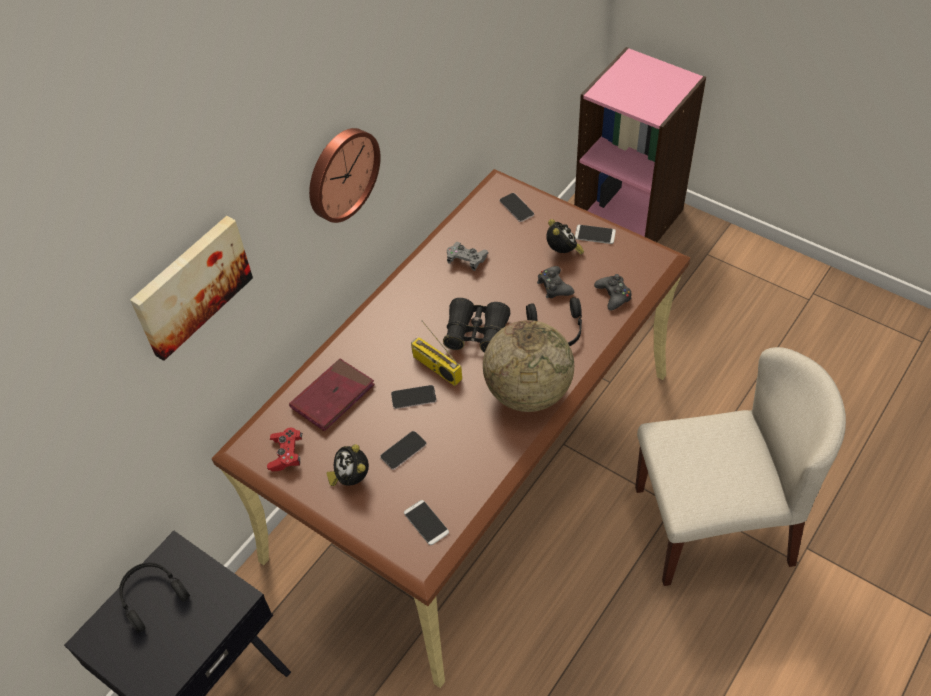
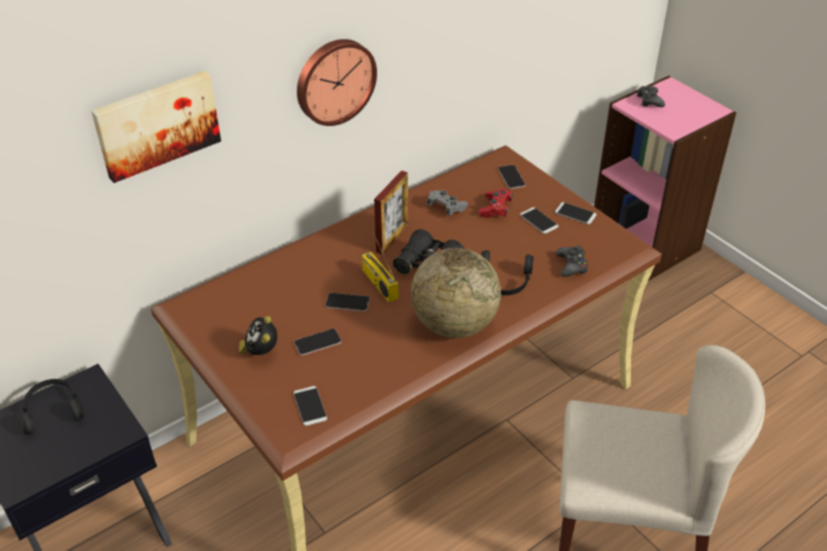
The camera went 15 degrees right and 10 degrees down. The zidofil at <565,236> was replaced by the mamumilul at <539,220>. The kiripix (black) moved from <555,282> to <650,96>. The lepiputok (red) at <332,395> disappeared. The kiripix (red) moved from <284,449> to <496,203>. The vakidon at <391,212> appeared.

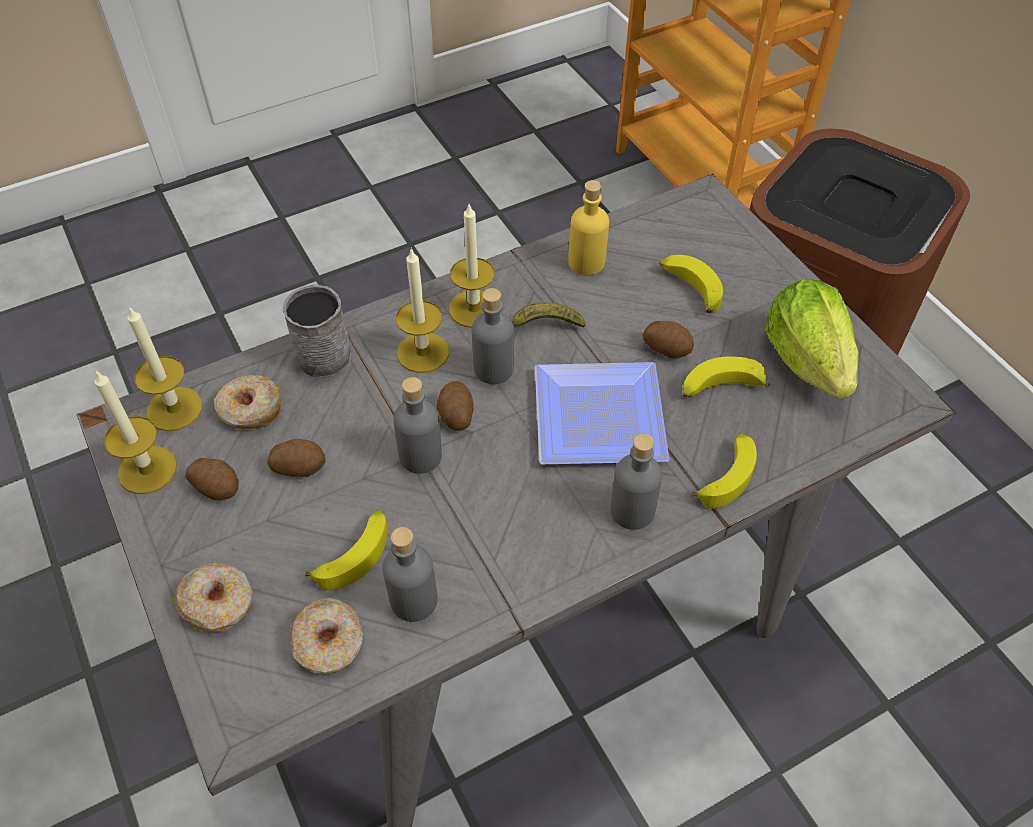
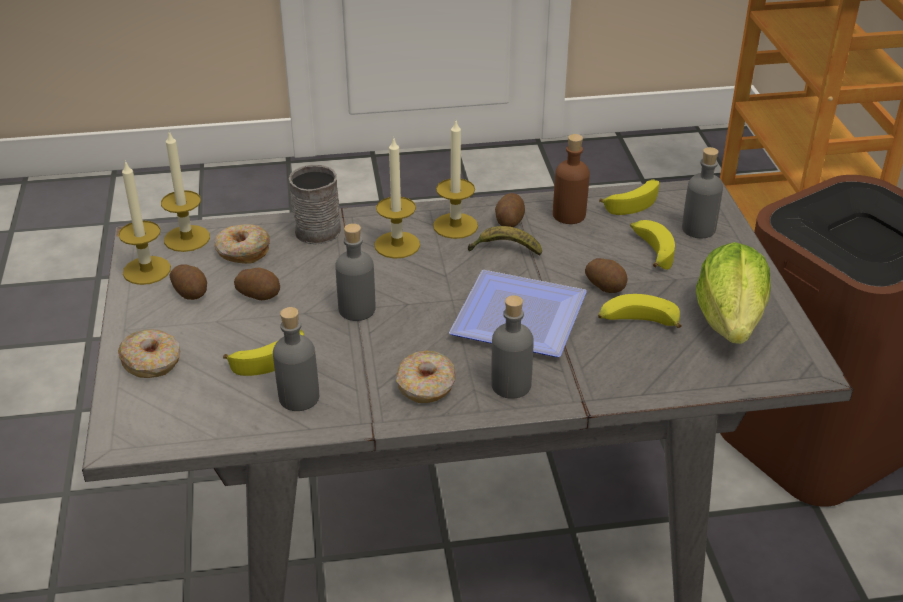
The camera went 20 degrees right and 15 degrees down. The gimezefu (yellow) at <588,227> became the gimezefu (brown) at <571,179>. The gimezefu (grey) moved from <493,336> to <702,192>. The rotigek moved from <455,406> to <510,210>. The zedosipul moved from <724,471> to <629,197>. The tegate moved from <326,636> to <426,377>.

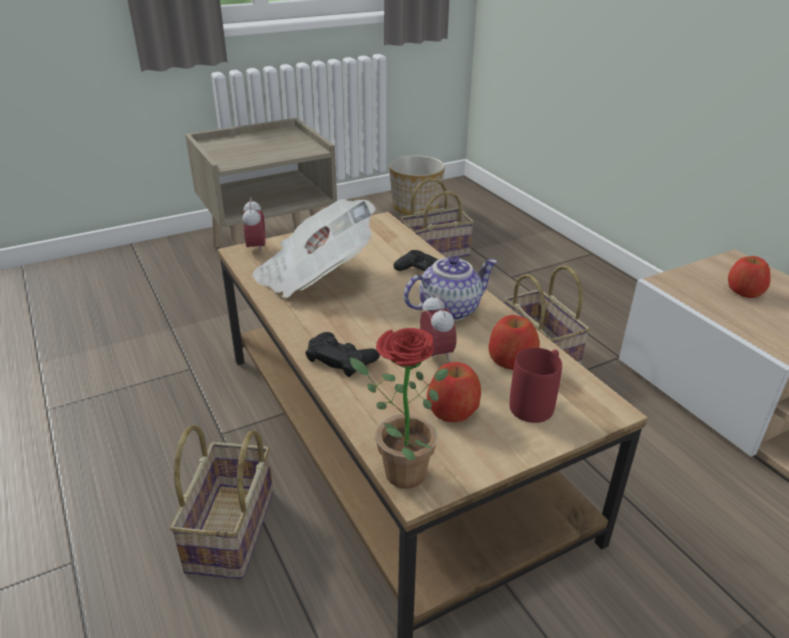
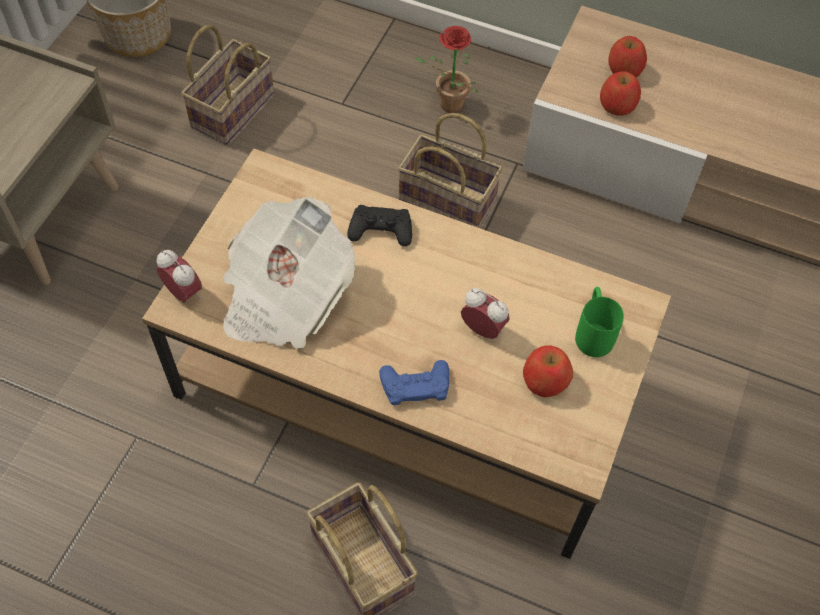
The camera went 40 degrees left and 25 degrees up. The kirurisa at <451,288> disappeared. The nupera moved from <514,342> to <620,93>. The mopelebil moved from <399,408> to <446,69>. The kiripix (black) at <342,354> became the kiripix (blue) at <414,382>. The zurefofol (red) at <535,385> became the zurefofol (green) at <599,322>.

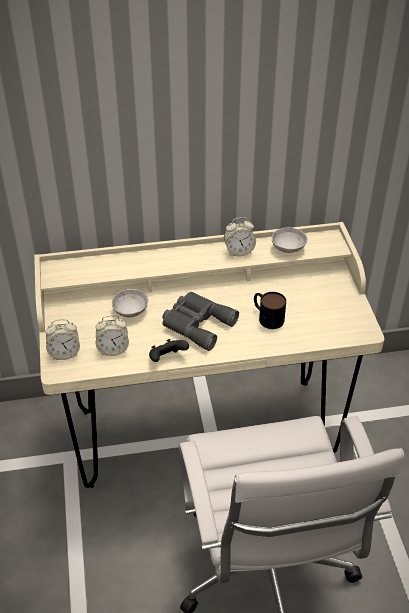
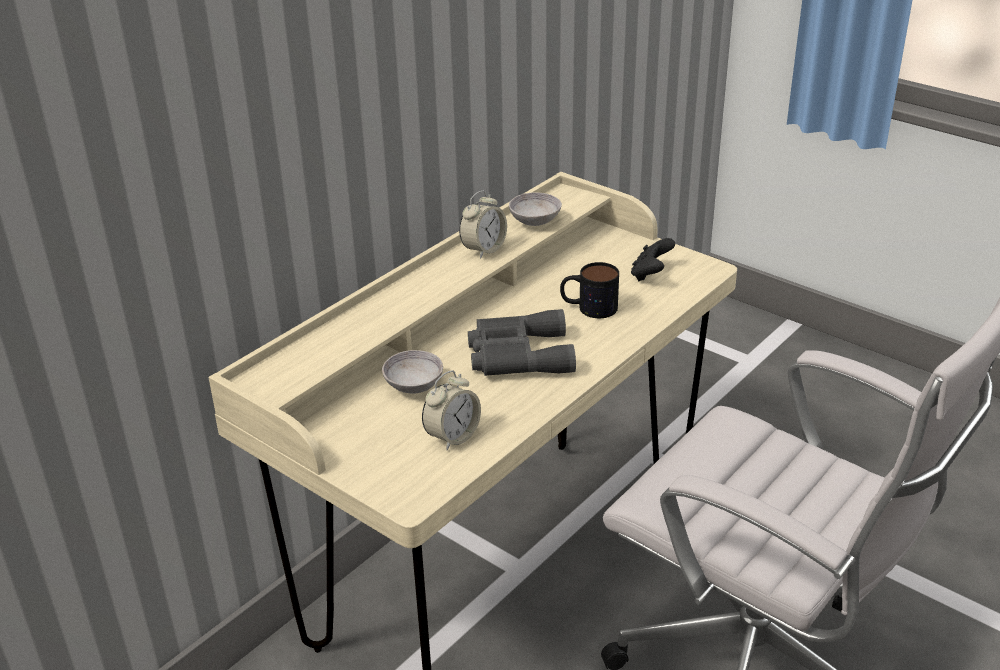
The camera went 40 degrees left and 10 degrees down. The zidofil at <62,339> disappeared. The kiripix (black) moved from <169,350> to <653,259>.

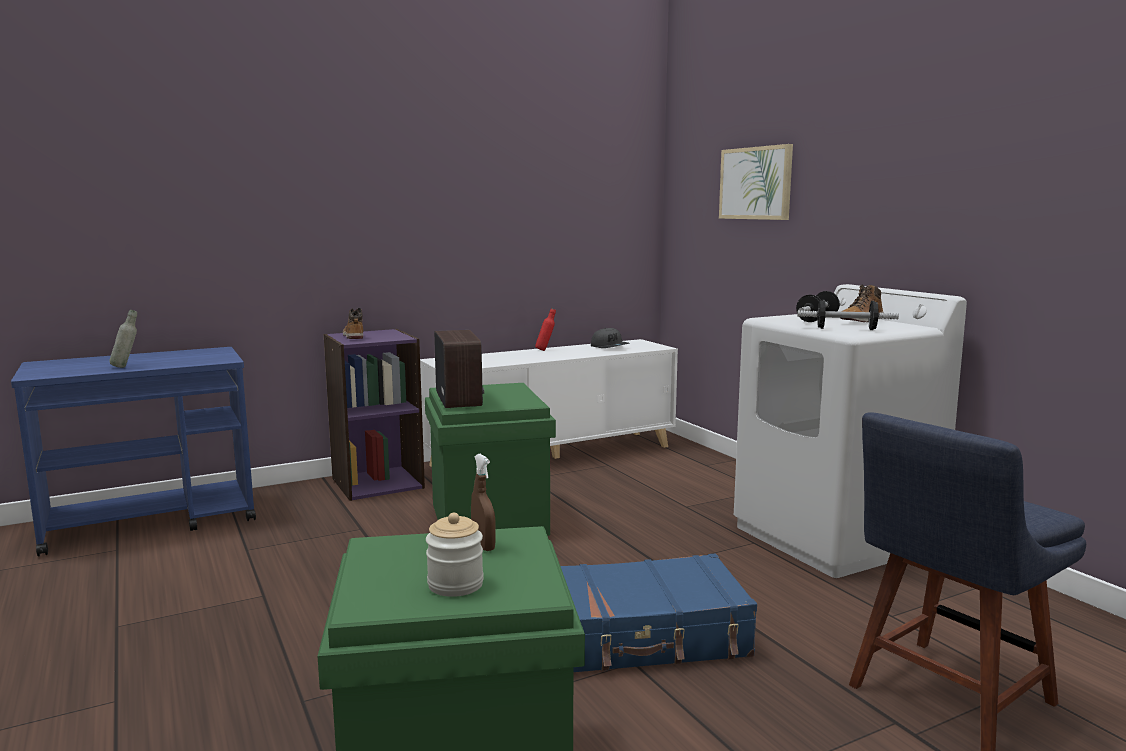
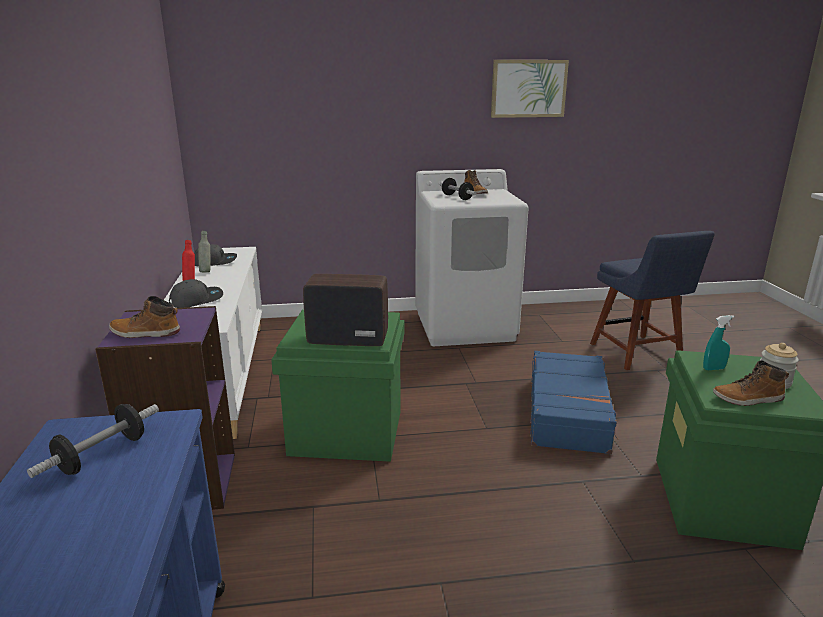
The camera went 70 degrees left and 10 degrees up. The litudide moved from <756,182> to <530,89>. The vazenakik moved from <848,315> to <93,441>. The gimezefu (grey) moved from <123,339> to <204,252>. The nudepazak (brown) at <483,502> became the nudepazak (turquoise) at <718,342>. The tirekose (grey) at <196,293> appeared. The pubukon at <751,383> appeared.

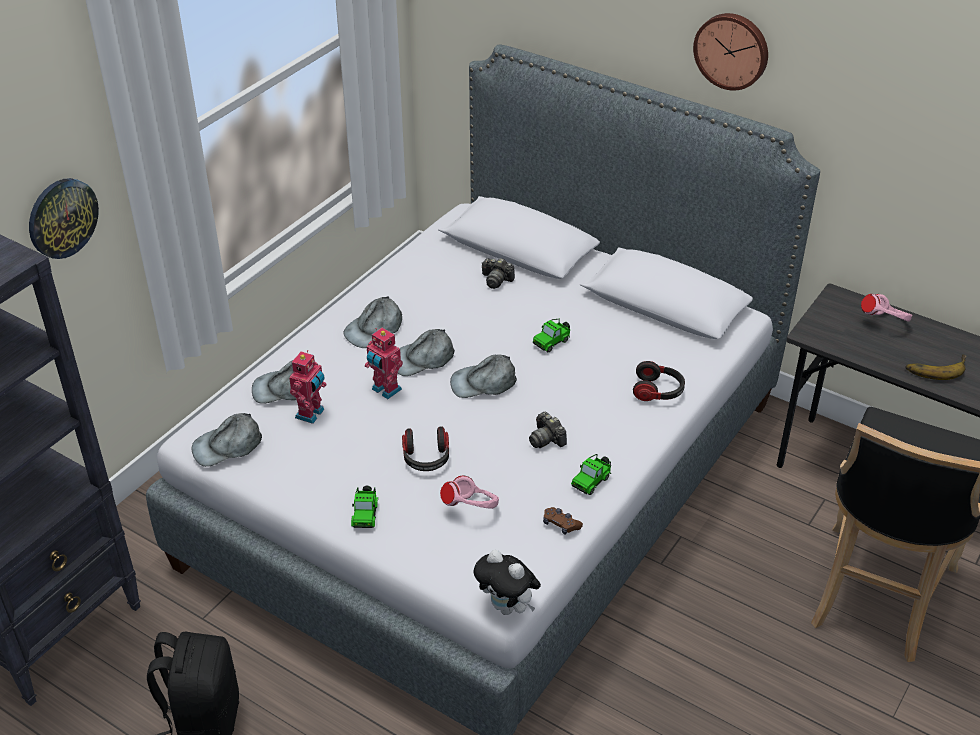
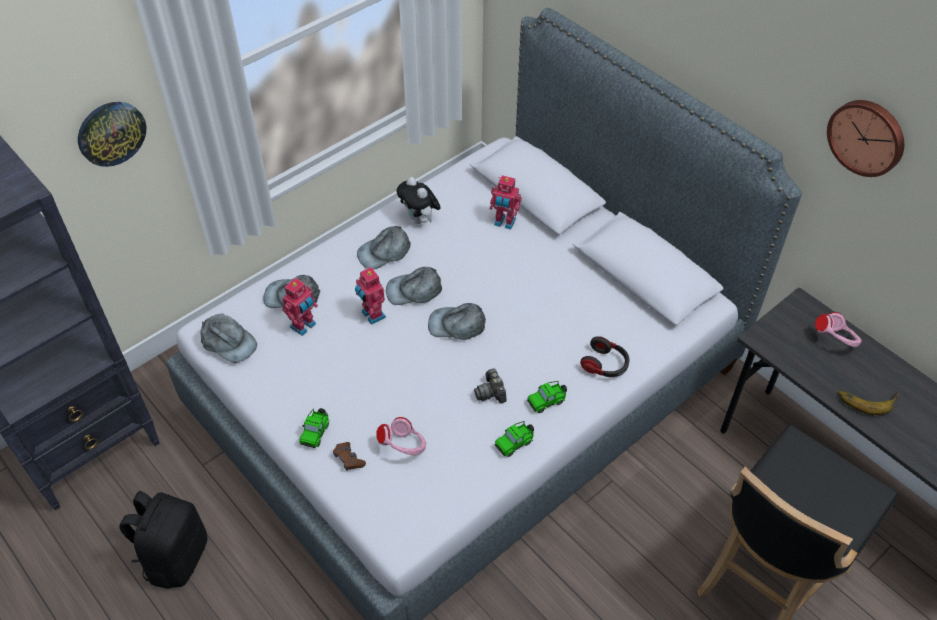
The camera went 15 degrees right and 10 degrees up. The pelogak moved from <730,52> to <865,138>. The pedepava at <498,273> was replaced by the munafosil at <506,202>. The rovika moved from <551,335> to <547,397>. The tirekose (grey) at <226,440> turned 135 degrees counterclockwise. The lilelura at <425,448> disappeared. The kiripix (brown) moved from <563,521> to <349,456>. The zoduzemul moved from <507,582> to <419,200>.

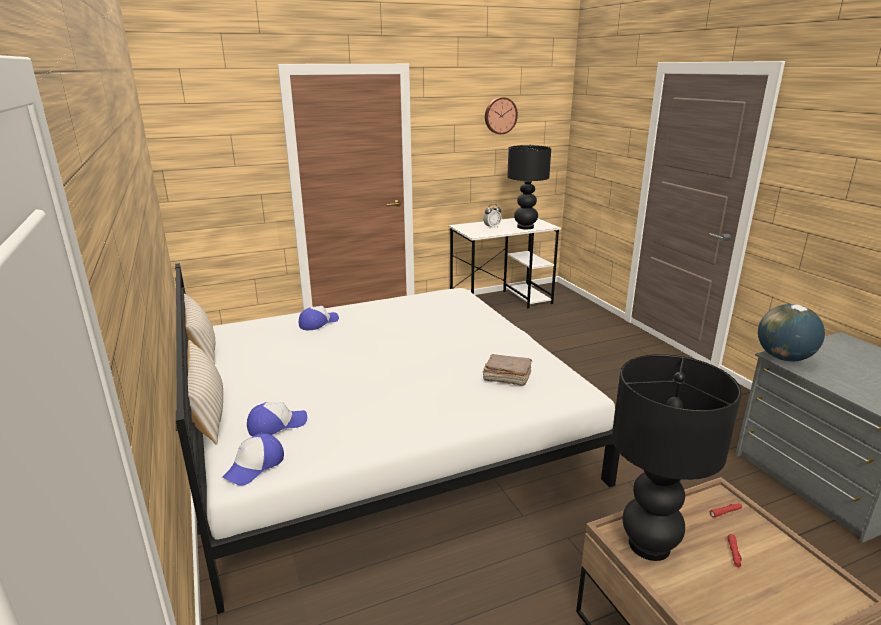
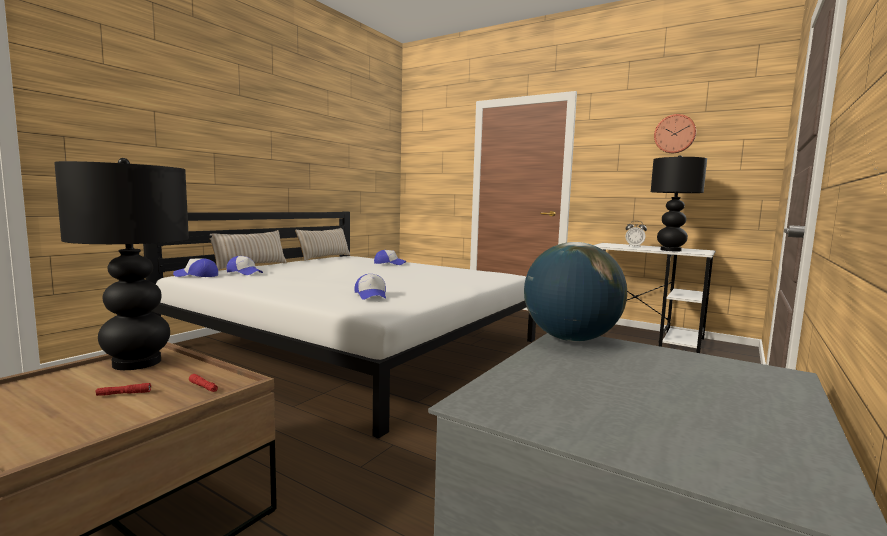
The camera went 55 degrees right and 15 degrees down. The lepiputok (brown) at <507,370> was replaced by the tirekose at <370,287>.

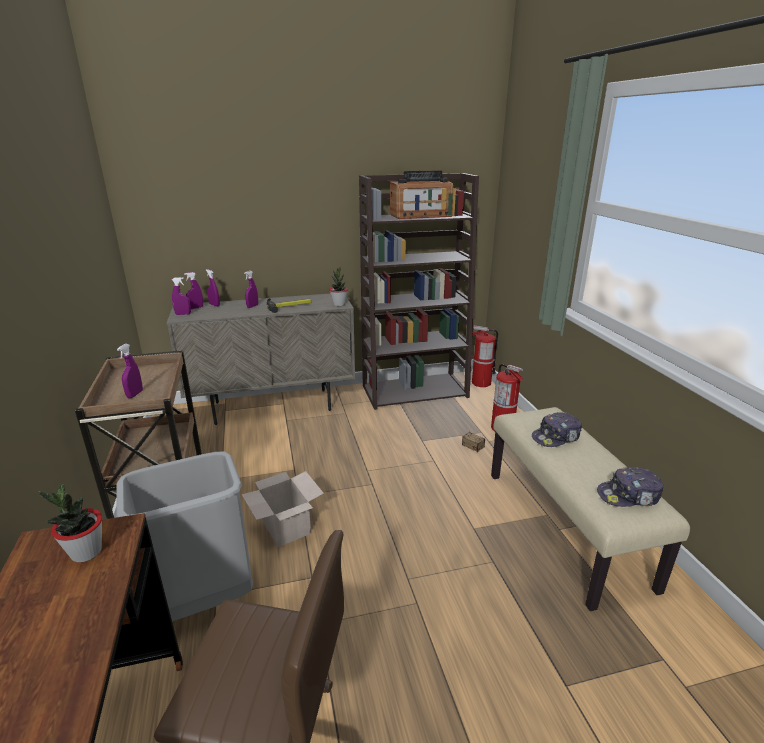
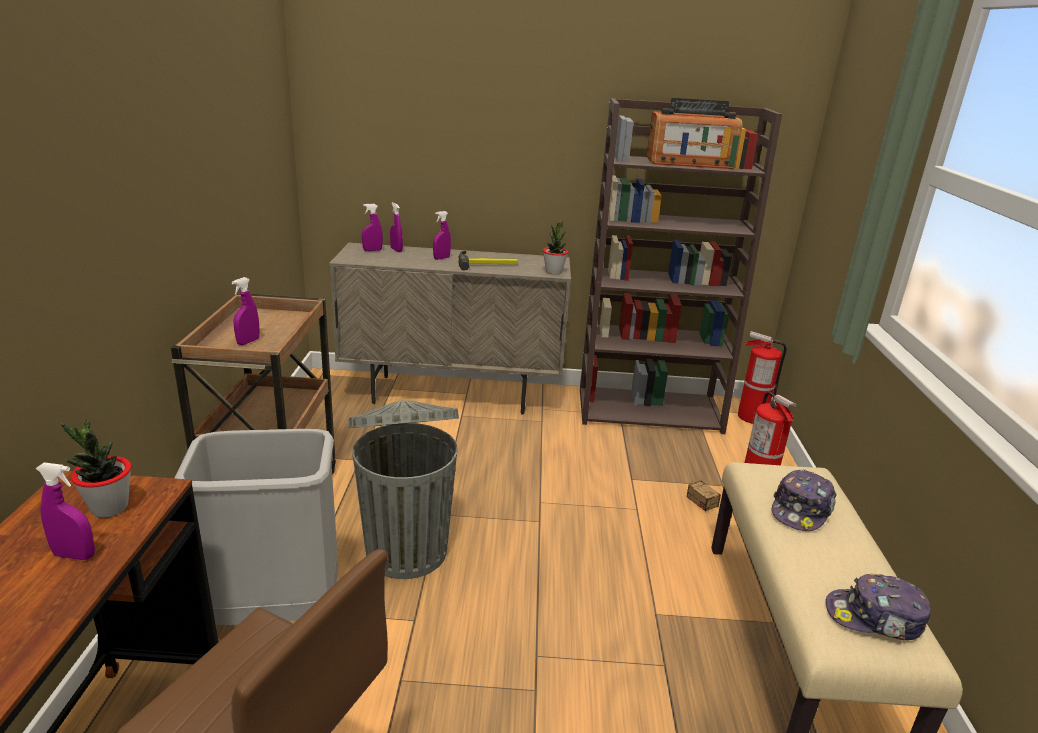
The camera went 15 degrees right and 0 degrees up. The nudepazak (purple) moved from <181,296> to <65,511>. The tirekose at <557,429> turned 45 degrees counterclockwise. The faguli at <283,509> was replaced by the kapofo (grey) at <403,489>.

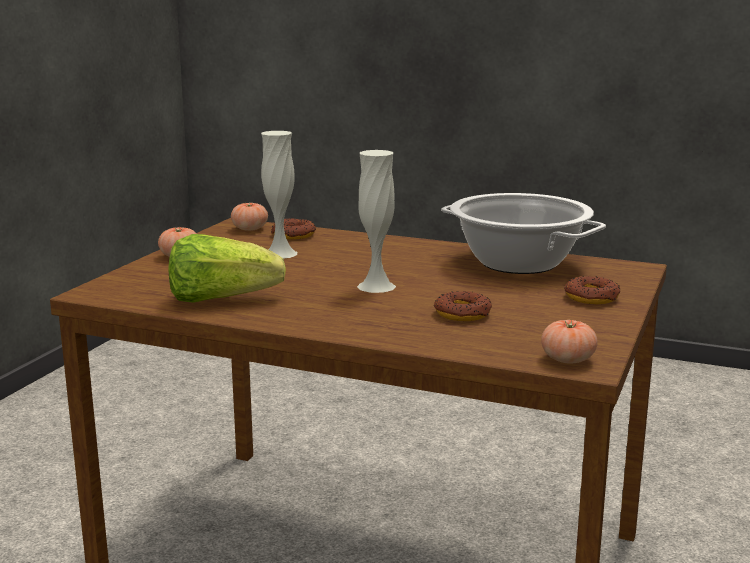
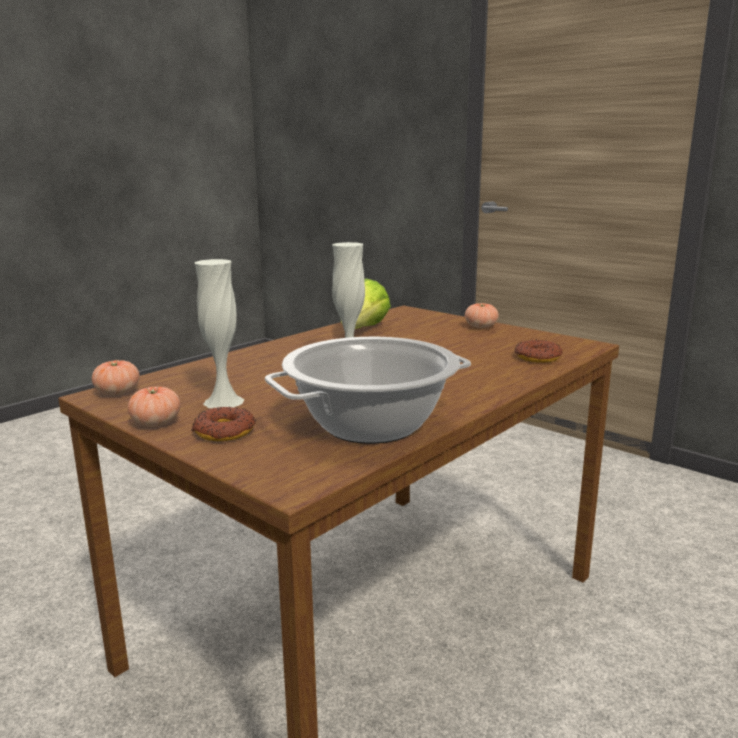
The camera went 110 degrees right and 0 degrees up. The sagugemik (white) moved from <279,195> to <219,333>. The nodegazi moved from <249,216> to <154,406>. The tegate at <463,306> disappeared.

